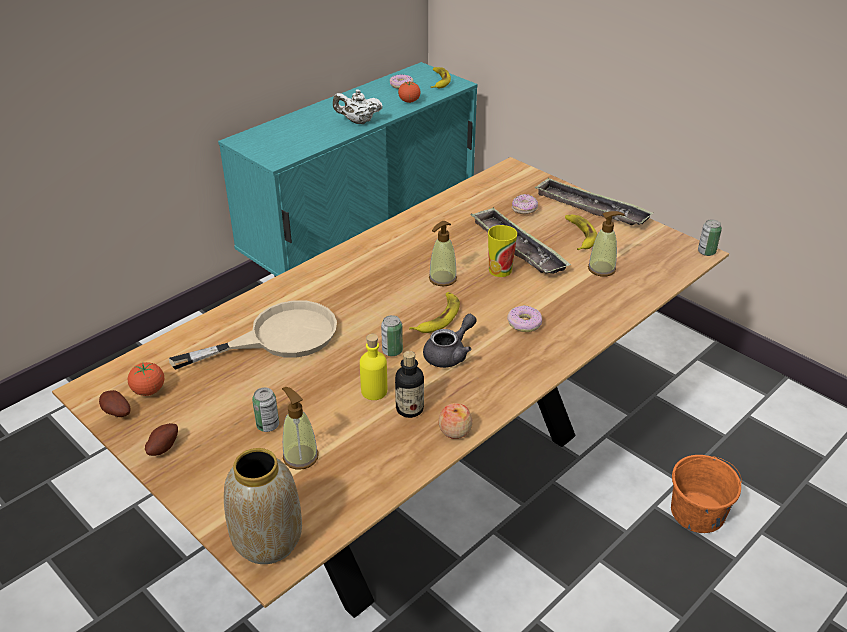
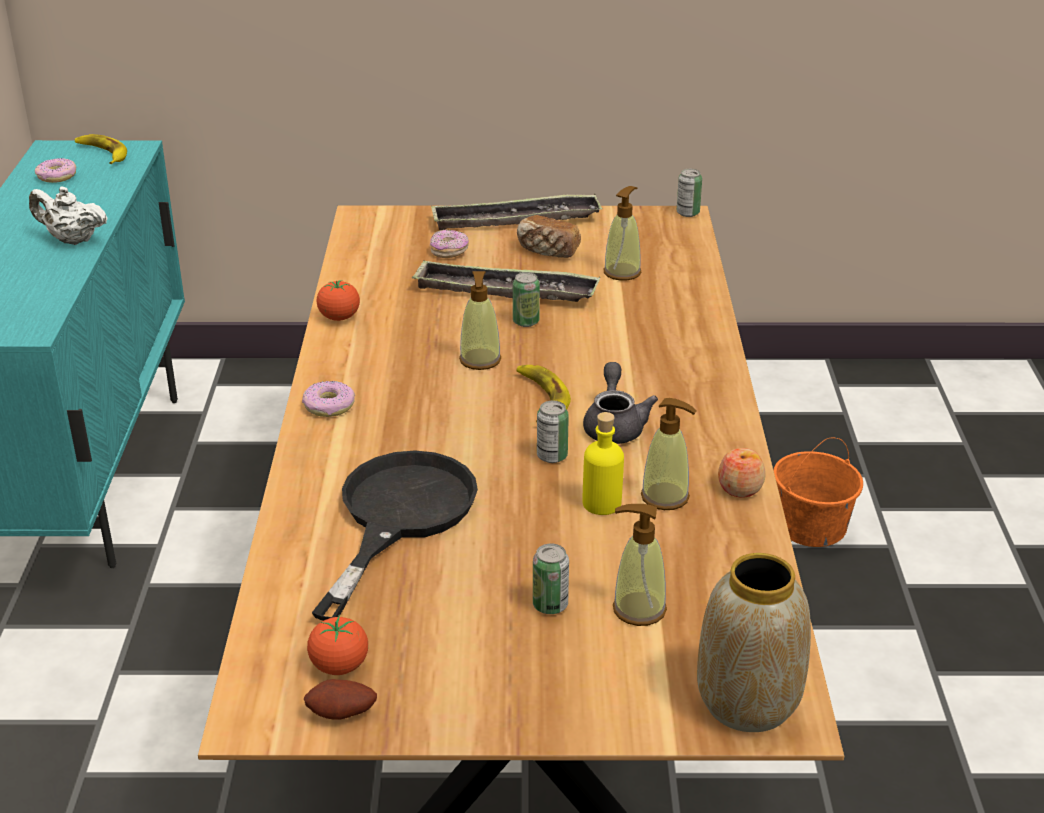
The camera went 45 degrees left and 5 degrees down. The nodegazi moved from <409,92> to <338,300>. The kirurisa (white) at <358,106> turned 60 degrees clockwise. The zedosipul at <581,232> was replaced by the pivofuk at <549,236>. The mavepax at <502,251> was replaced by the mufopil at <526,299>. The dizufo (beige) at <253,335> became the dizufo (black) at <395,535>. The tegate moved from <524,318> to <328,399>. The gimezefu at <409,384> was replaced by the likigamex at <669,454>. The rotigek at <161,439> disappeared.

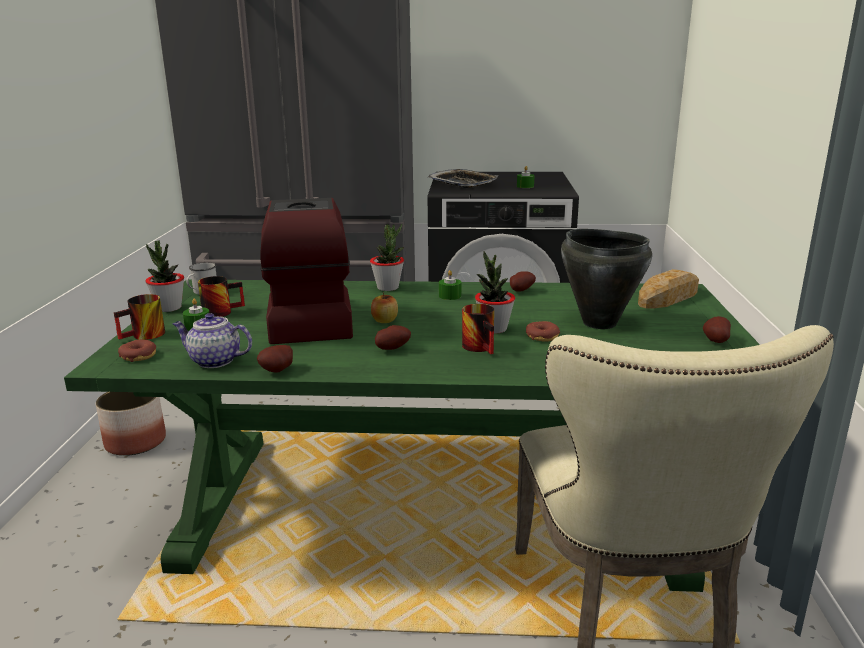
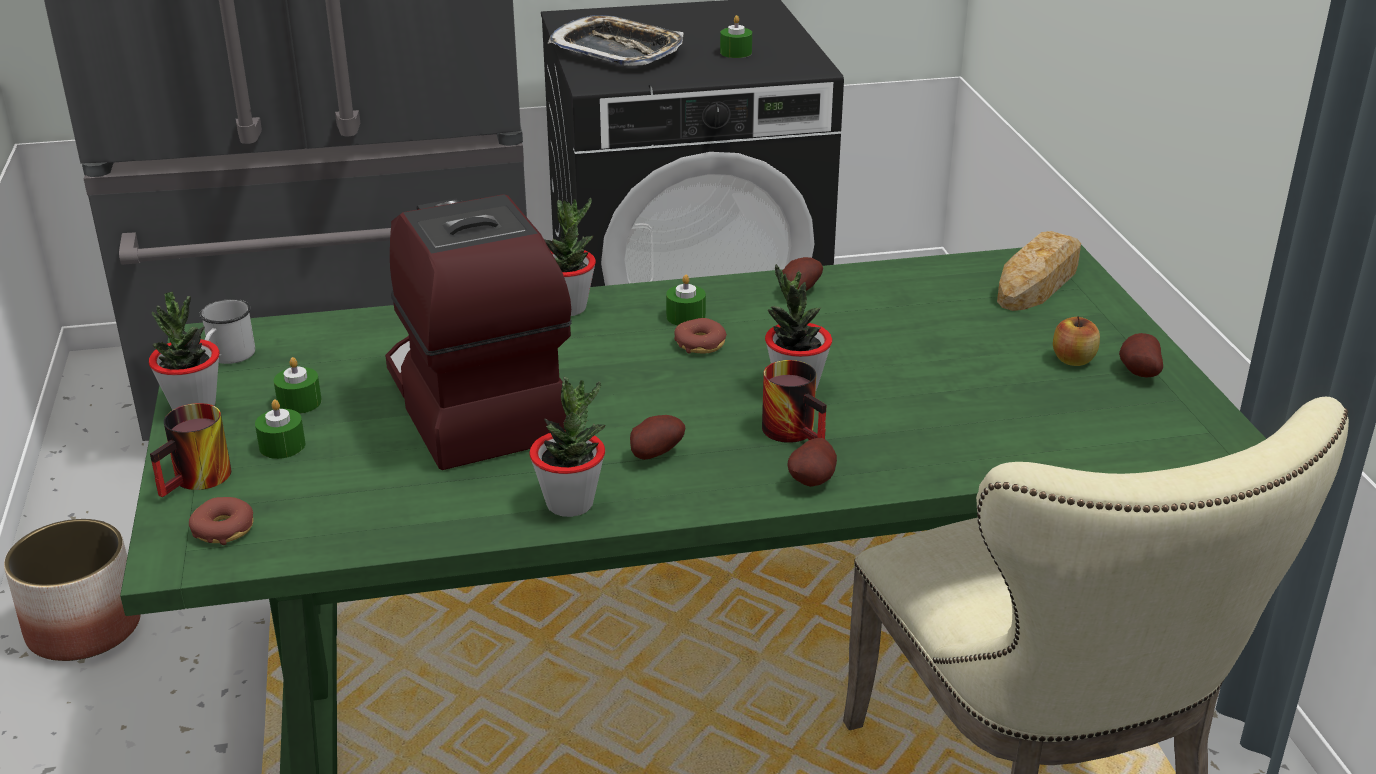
The camera went 15 degrees left and 10 degrees up. The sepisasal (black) at <606,279> disappeared. The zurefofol at <221,296> was replaced by the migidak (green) at <298,385>. The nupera moved from <384,308> to <1076,341>. The kirurisa at <212,340> disappeared. The tegate moved from <543,331> to <700,335>. The rotigek moved from <275,359> to <812,462>. The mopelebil at <567,447> appeared.

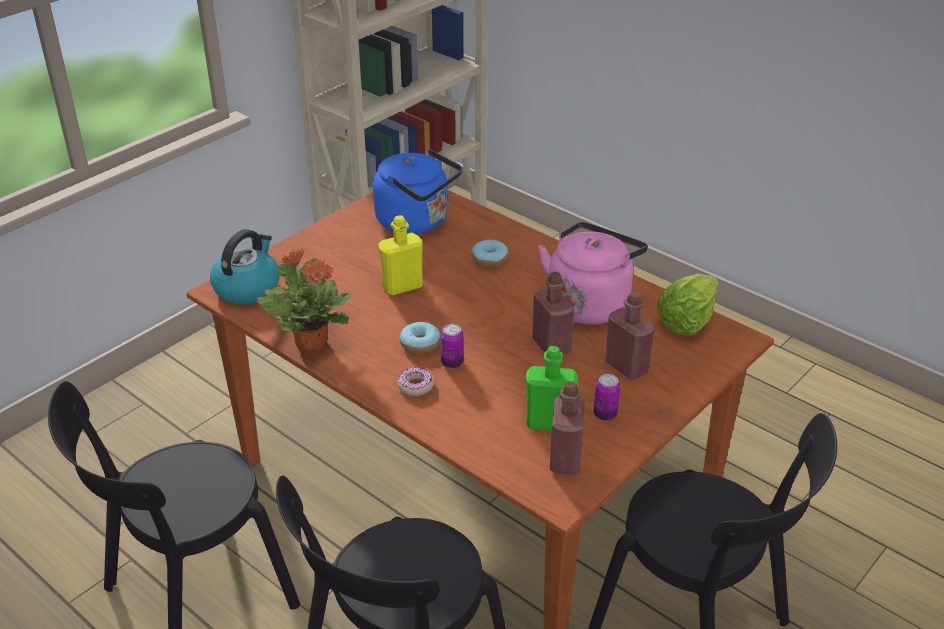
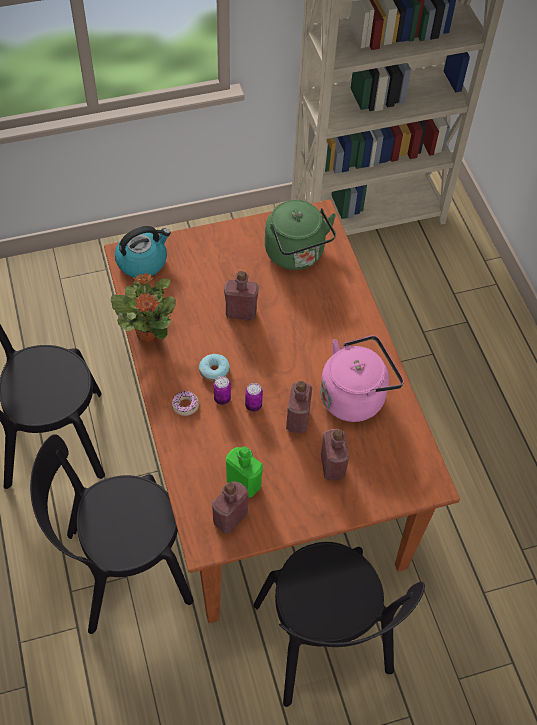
The camera went 30 degrees right and 20 degrees up. The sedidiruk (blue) at <417,192> became the sedidiruk (green) at <300,235>. The gimezefu (yellow) at <401,255> became the gimezefu (red) at <241,295>. The tegate at <490,253> disappeared. The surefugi at <688,305> disappeared. The mufopil moved from <607,397> to <254,397>.

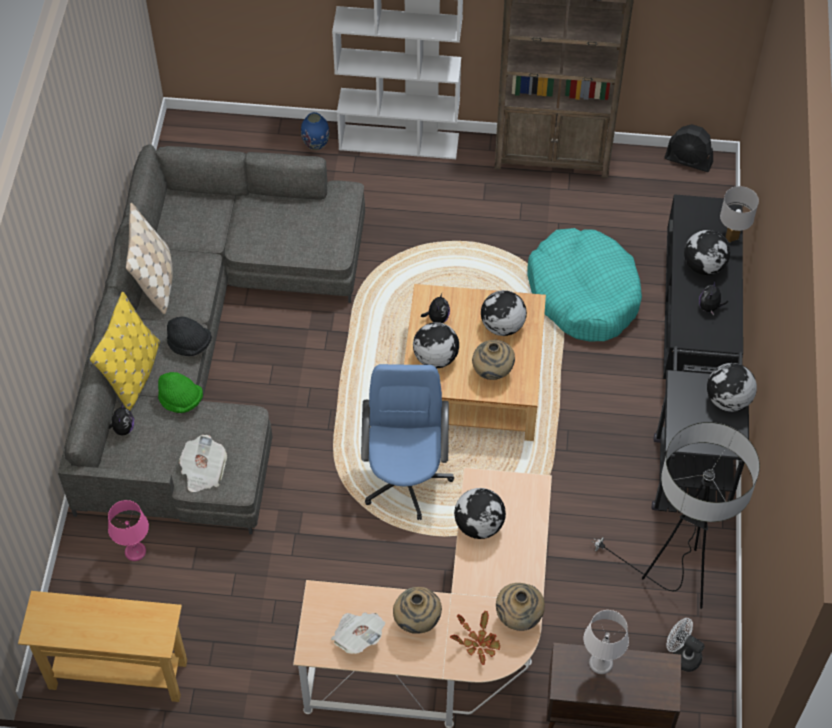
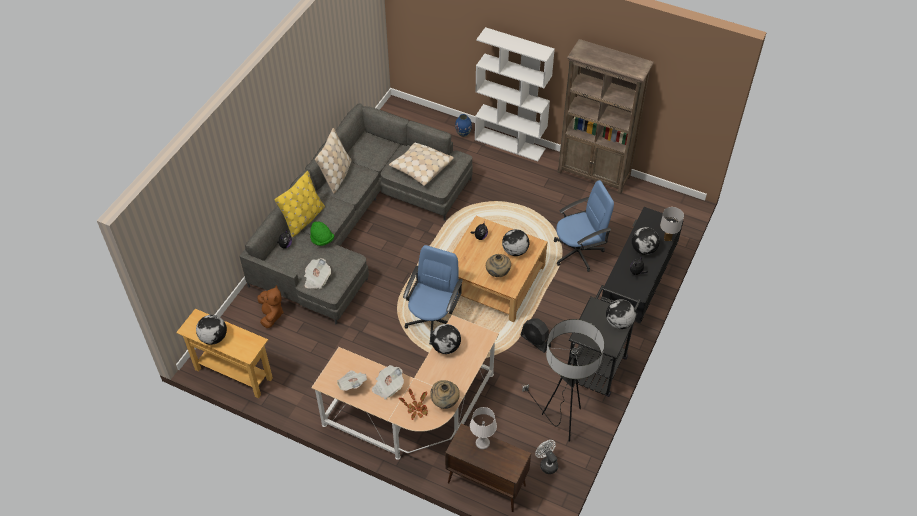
The camera went 20 degrees right and 5 degrees down. The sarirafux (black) moved from <688,148> to <536,335>. The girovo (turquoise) at <584,285> was replaced by the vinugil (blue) at <584,226>. The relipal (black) at <189,336> disappeared. The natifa moved from <436,345> to <211,330>. The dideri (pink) at <128,530> was replaced by the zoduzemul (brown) at <270,306>. The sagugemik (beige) at <417,610> was replaced by the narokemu at <388,382>. The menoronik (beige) at <421,164> appeared.

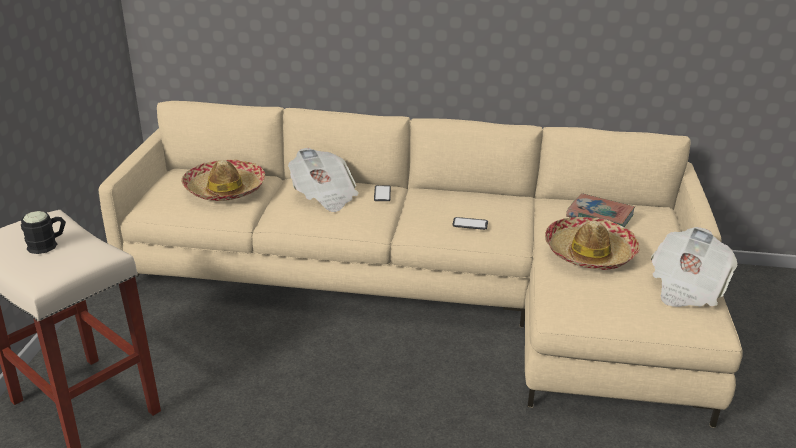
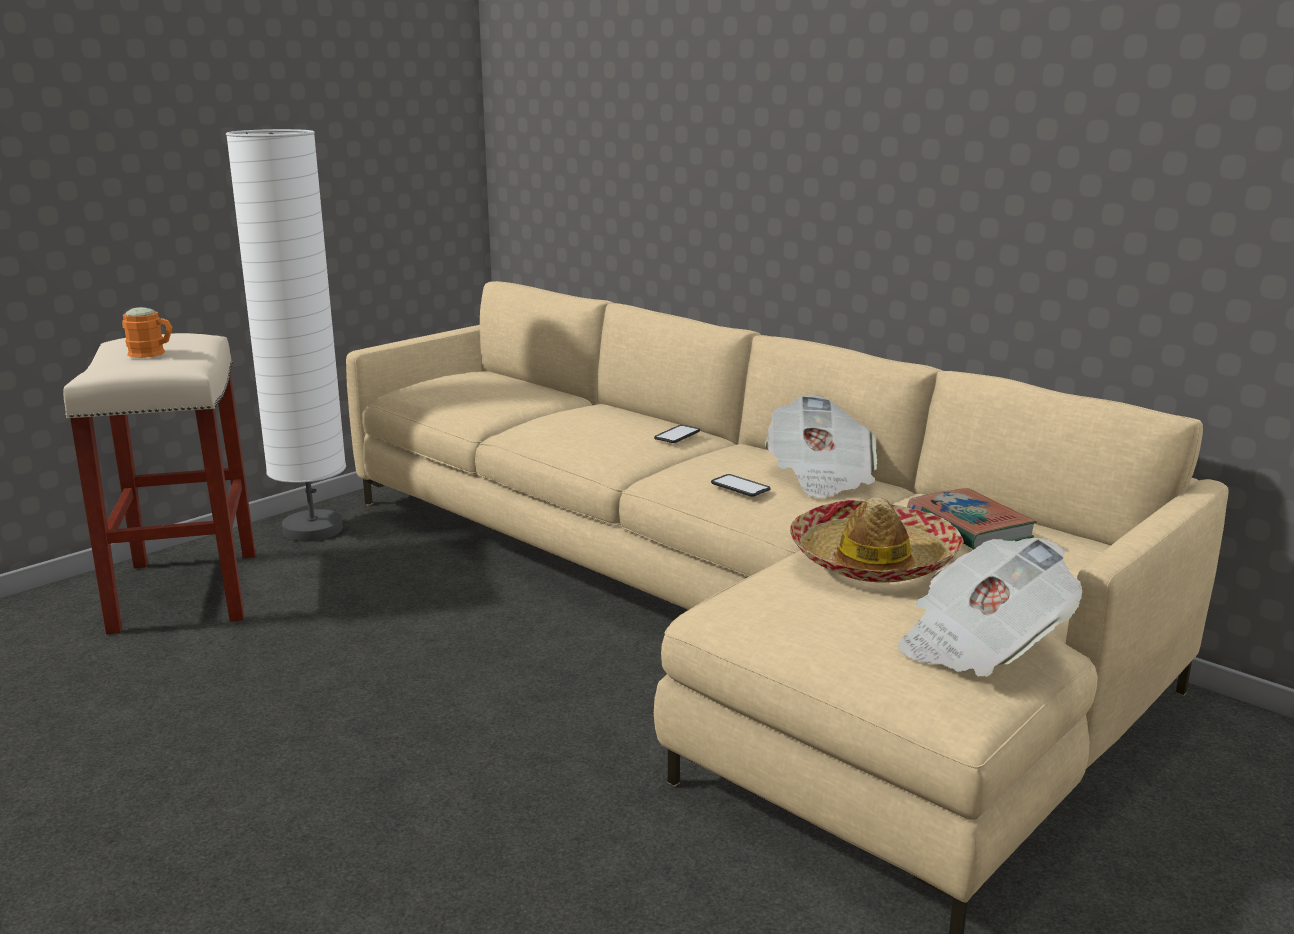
The camera went 35 degrees right and 10 degrees down. The narokemu moved from <323,180> to <821,446>. The relipal at <223,180> disappeared. The zurefofol (black) at <43,232> became the zurefofol (orange) at <147,332>. The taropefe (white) at <286,335> appeared.

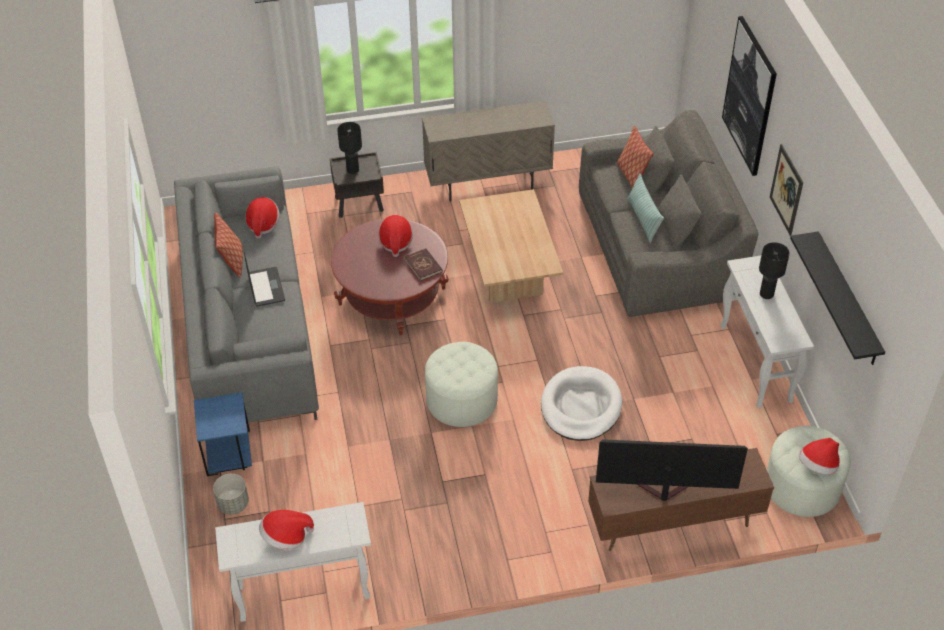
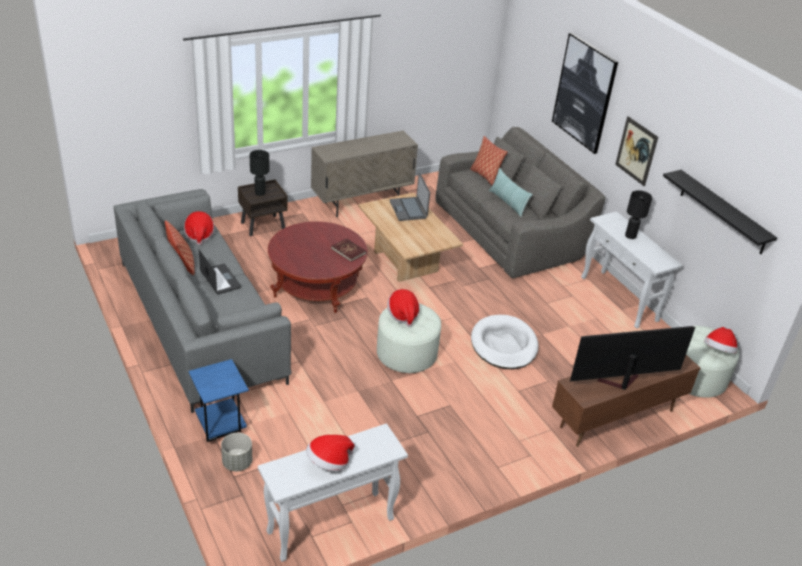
The camera went 20 degrees left and 10 degrees down. The relipal moved from <395,236> to <403,308>. The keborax at <410,197> appeared.

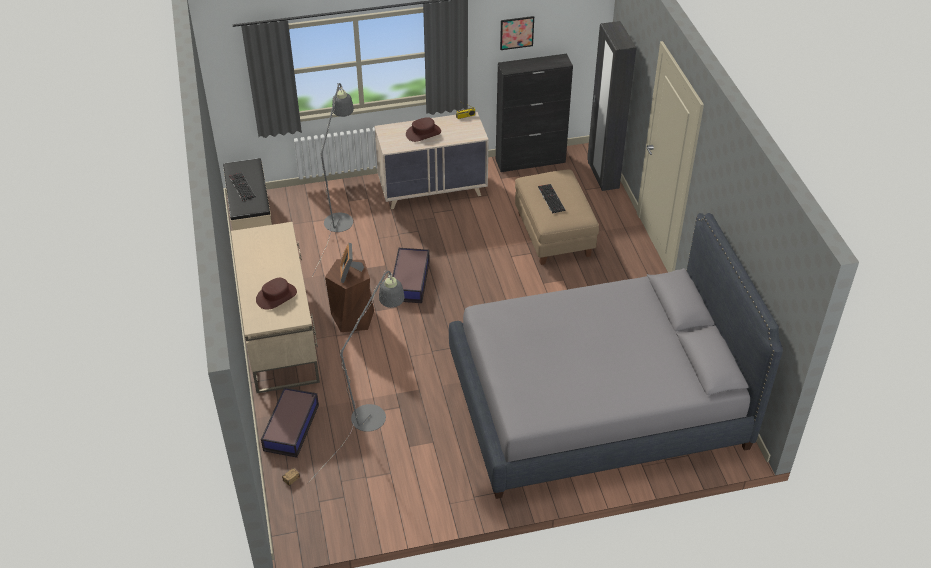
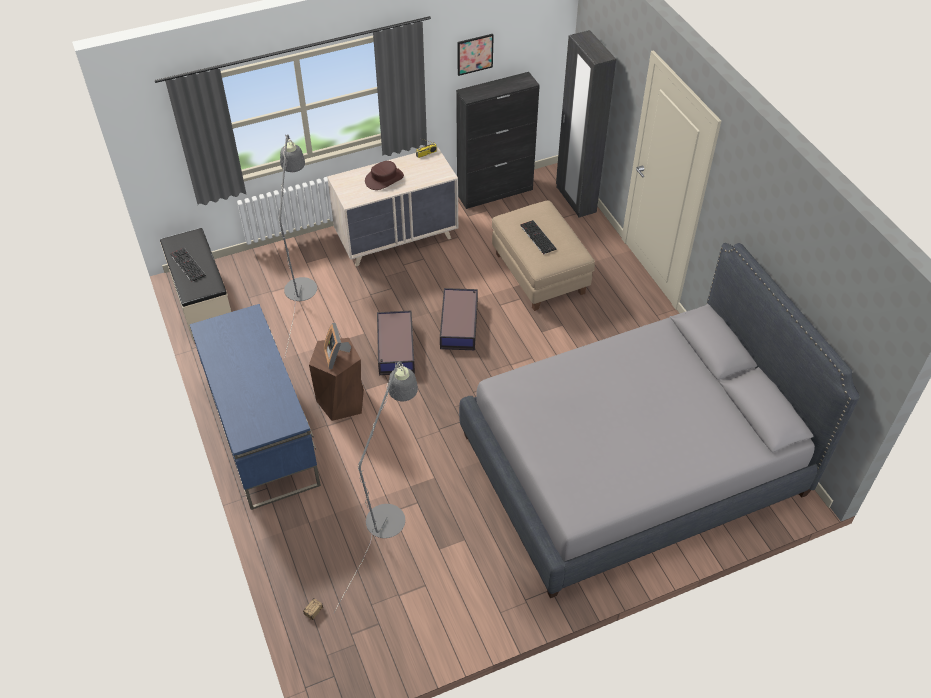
The camera went 10 degrees left and 5 degrees up. The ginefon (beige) at <275,307> became the ginefon (blue) at <255,407>. The relipal (brown) at <276,294> disappeared. The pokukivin moved from <290,422> to <459,319>.

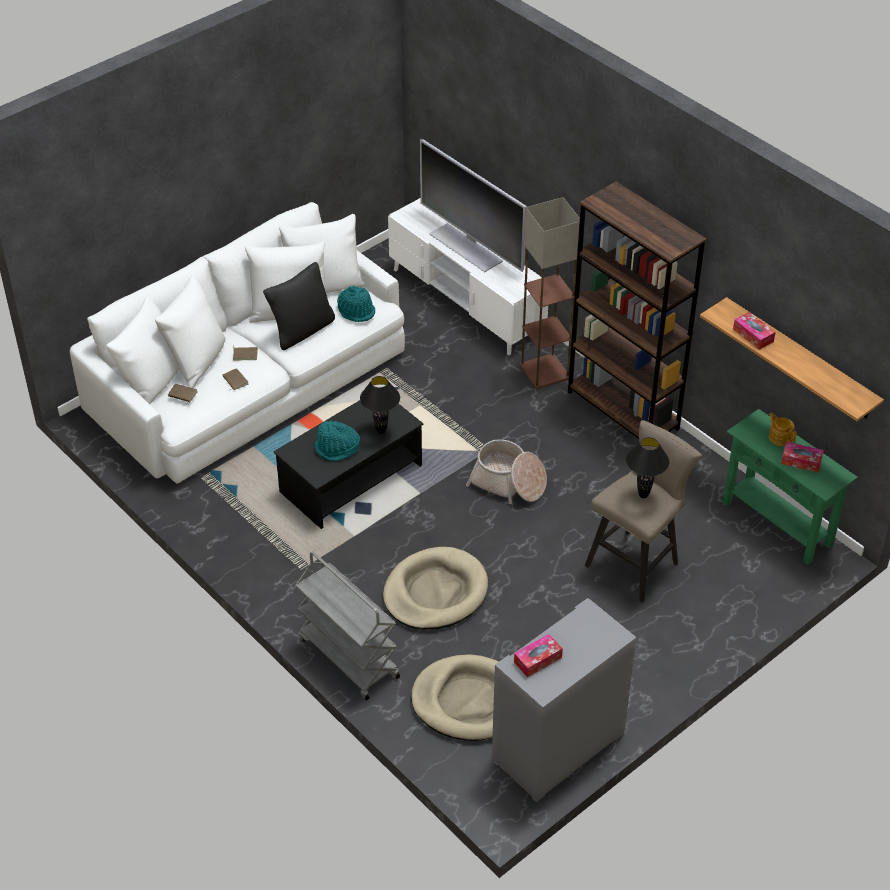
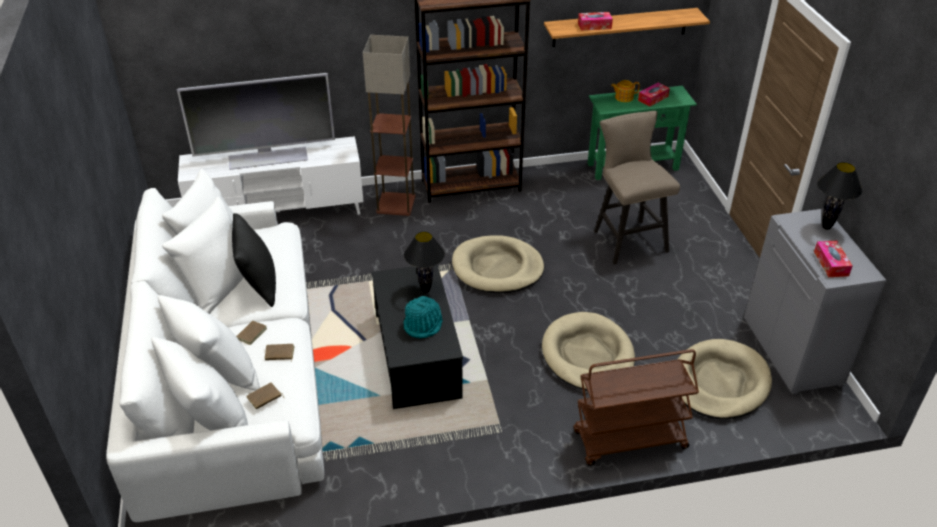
The camera went 60 degrees left and 5 degrees down. The relipal (turquoise) at <356,304> disappeared. The dideri (black) moved from <647,467> to <839,196>. The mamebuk at <506,471> was replaced by the girovo (beige) at <498,264>. The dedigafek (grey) at <347,626> became the dedigafek (brown) at <636,407>.

